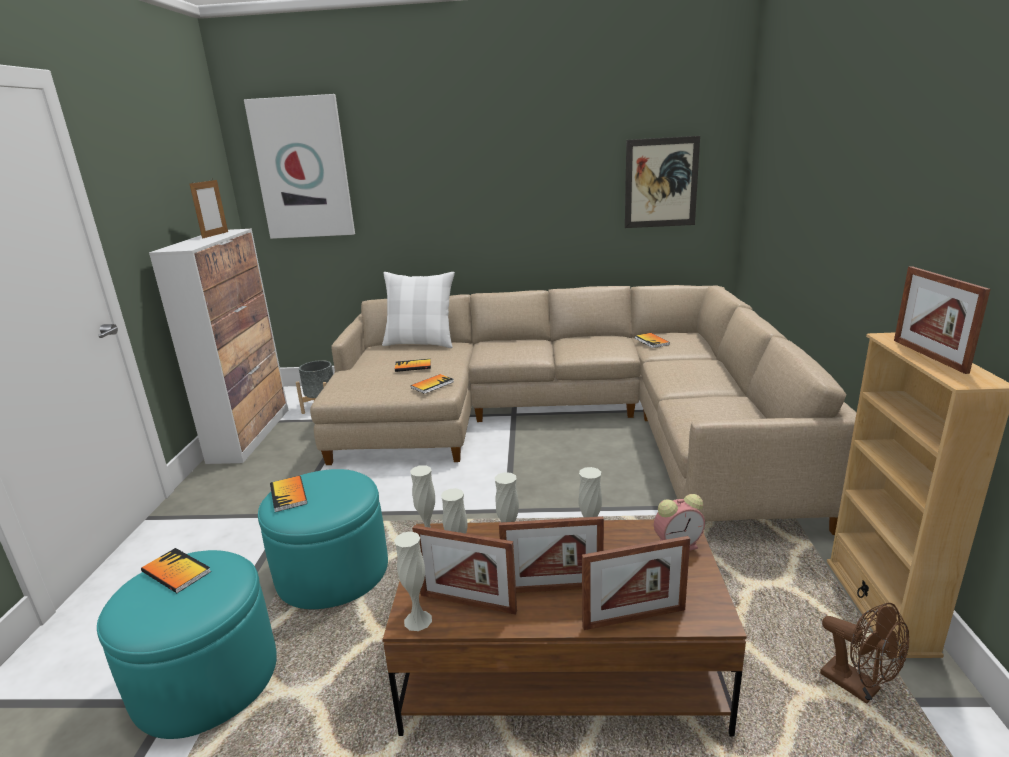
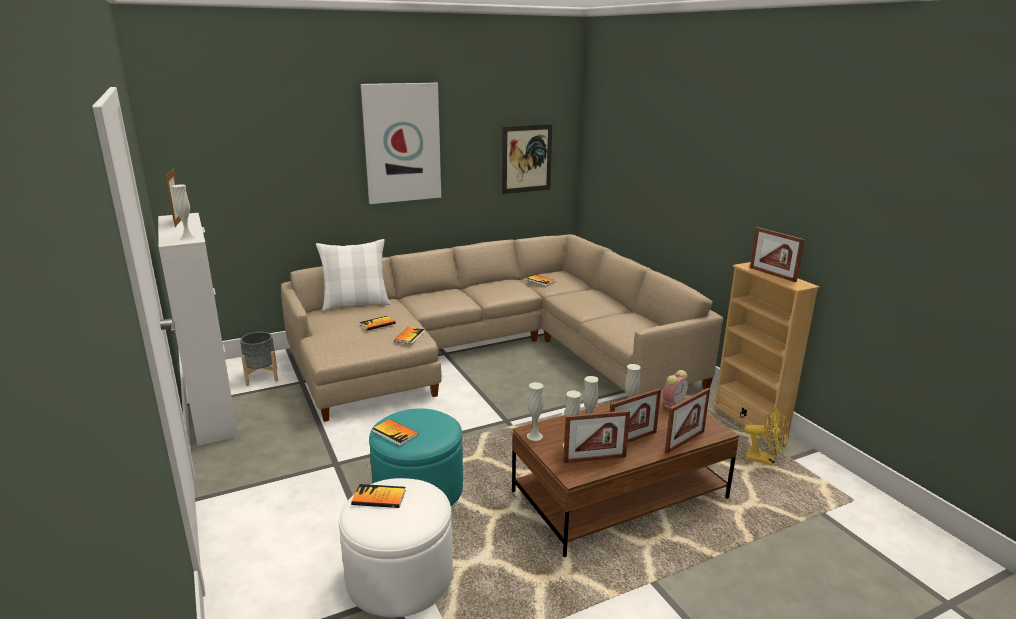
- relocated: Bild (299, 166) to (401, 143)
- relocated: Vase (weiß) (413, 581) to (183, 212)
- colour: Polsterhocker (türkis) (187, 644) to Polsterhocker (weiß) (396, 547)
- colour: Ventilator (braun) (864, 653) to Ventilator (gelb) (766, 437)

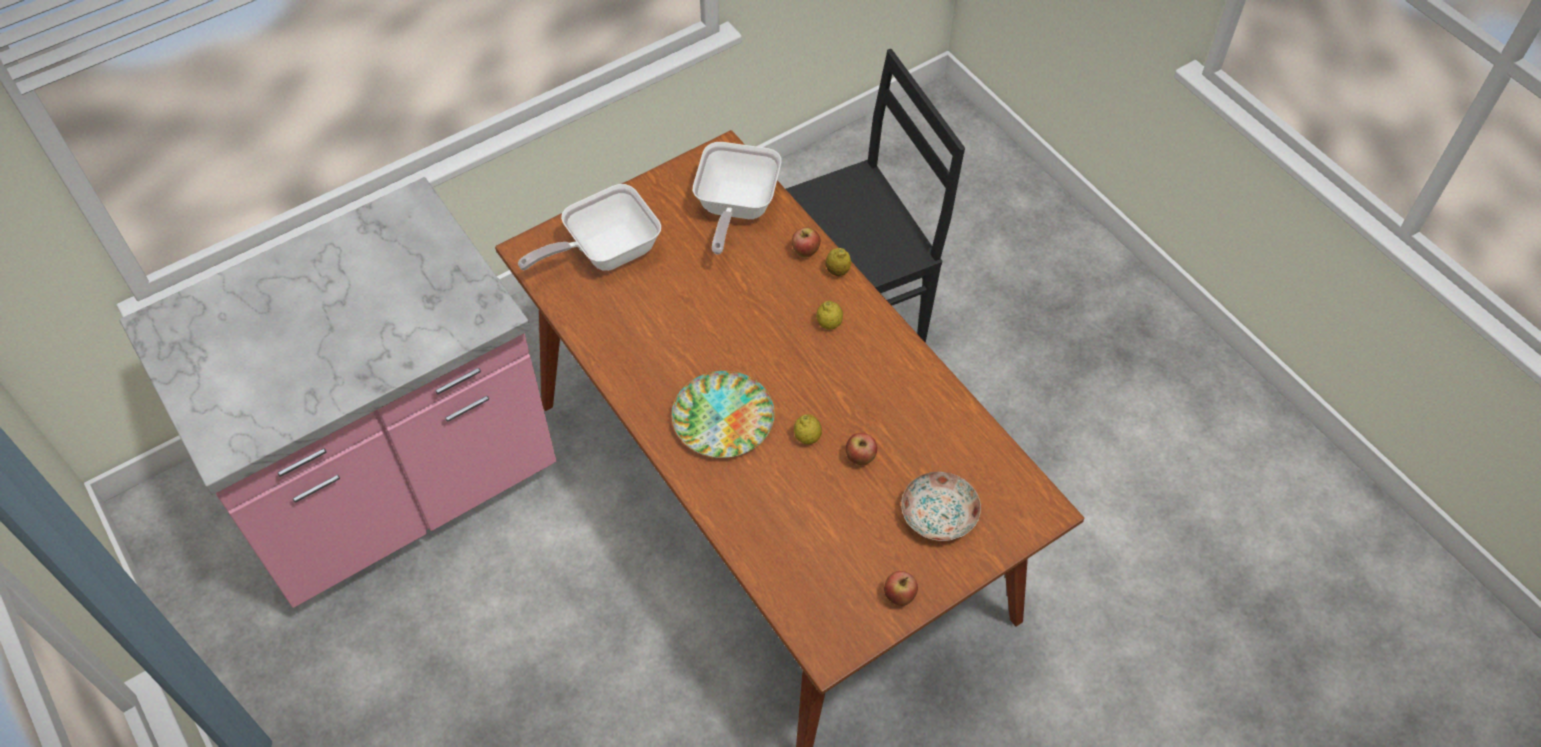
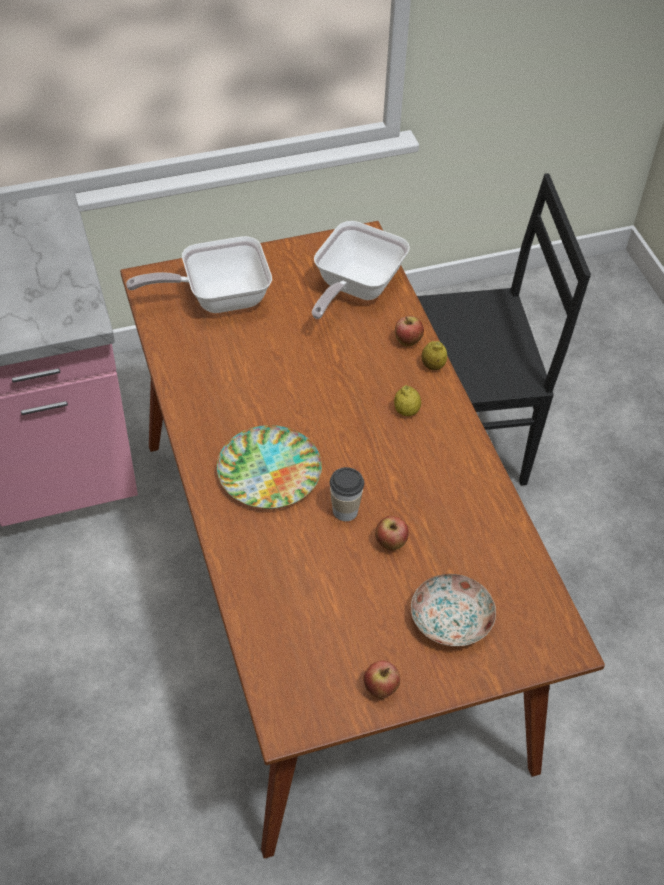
- exchanged: Zitrone (808, 429) to Tasse (347, 494)

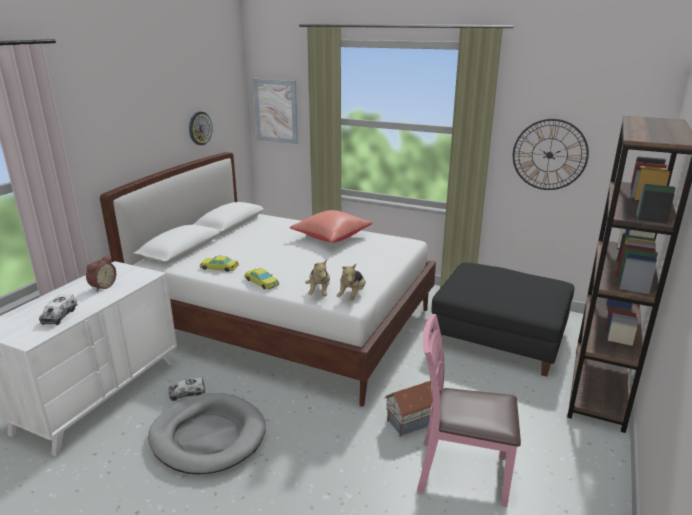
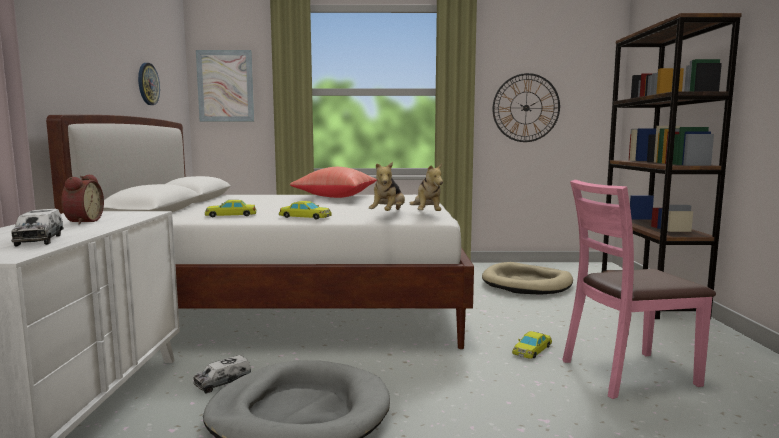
- exchanged: Spielzeughaus (409, 409) to Spielzeugauto (gelb) (532, 345)
- exchanged: Polsterhocker (schwarz) (503, 320) to Hundebett (beige) (527, 278)
- spun: Plüschtier (317, 277) = (387, 186) 45 degrees clockwise

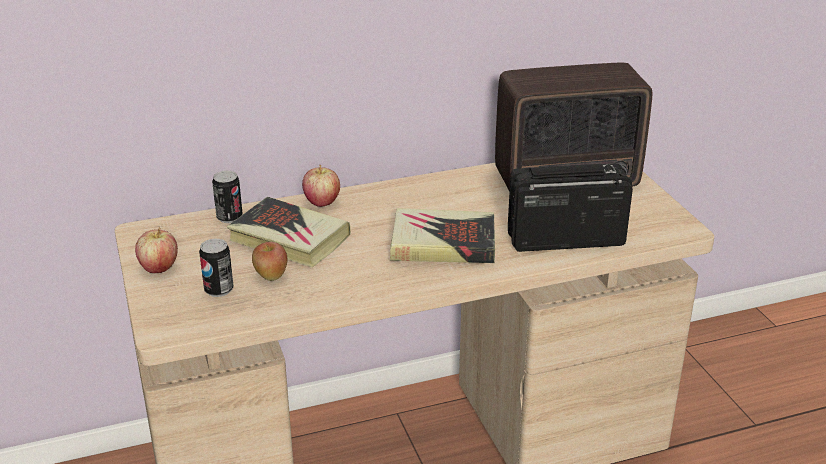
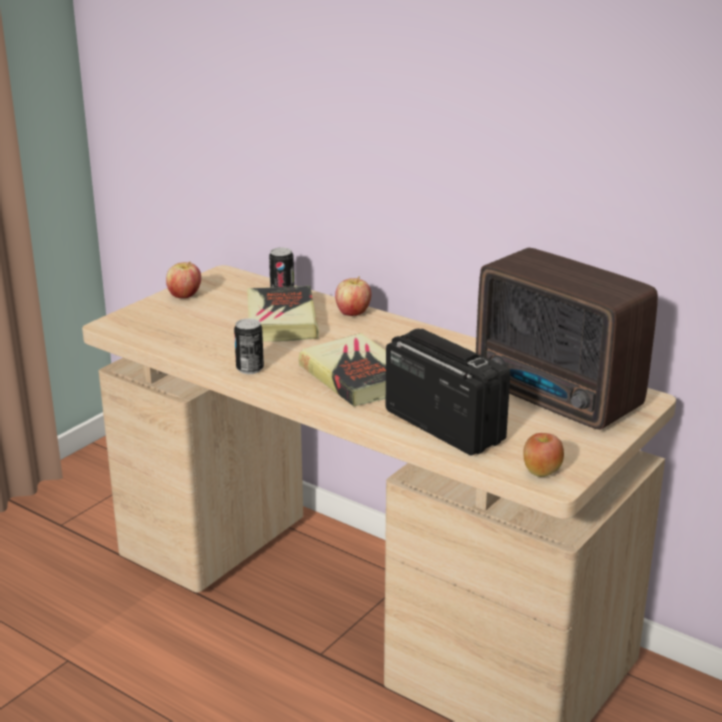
- relocated: Dose (216, 268) to (249, 346)
- relocated: Apfel (270, 261) to (543, 455)

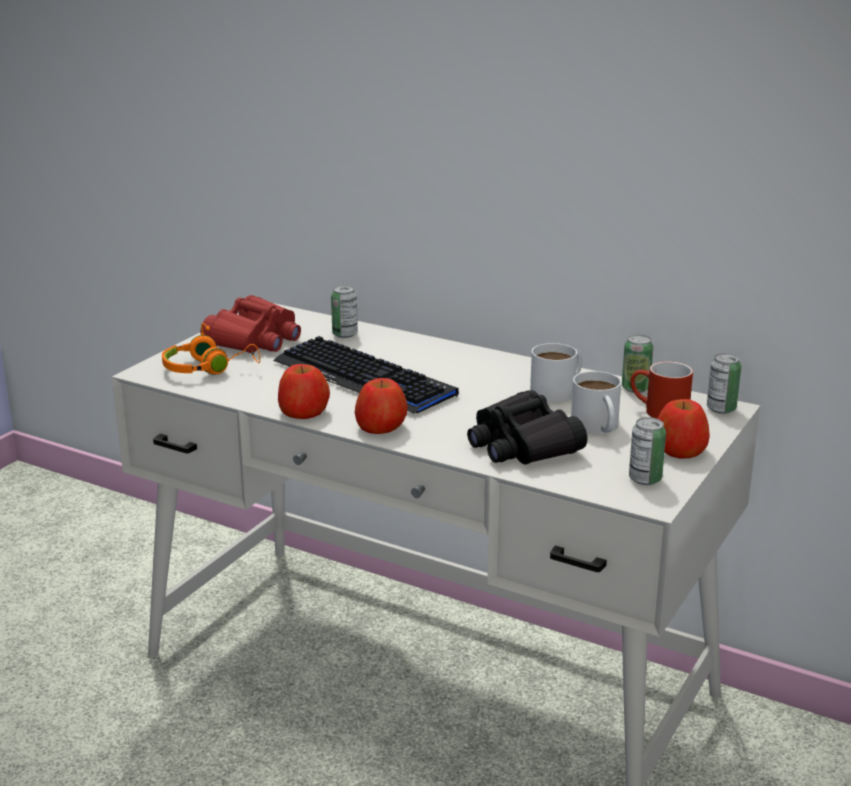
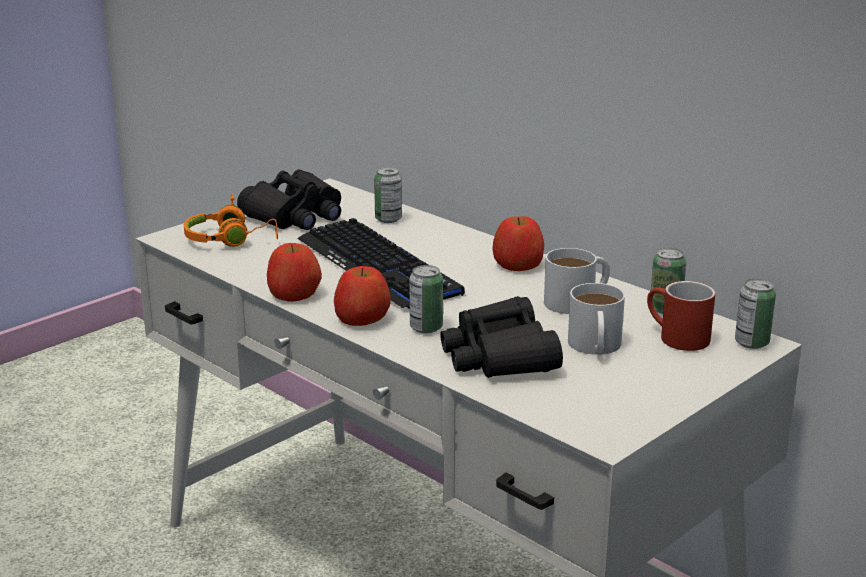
- relocated: Dose (647, 451) to (426, 299)
- relocated: Apfel (683, 429) to (518, 243)
- colour: Fernglas (rot) (250, 324) to Fernglas (schwarz) (289, 200)

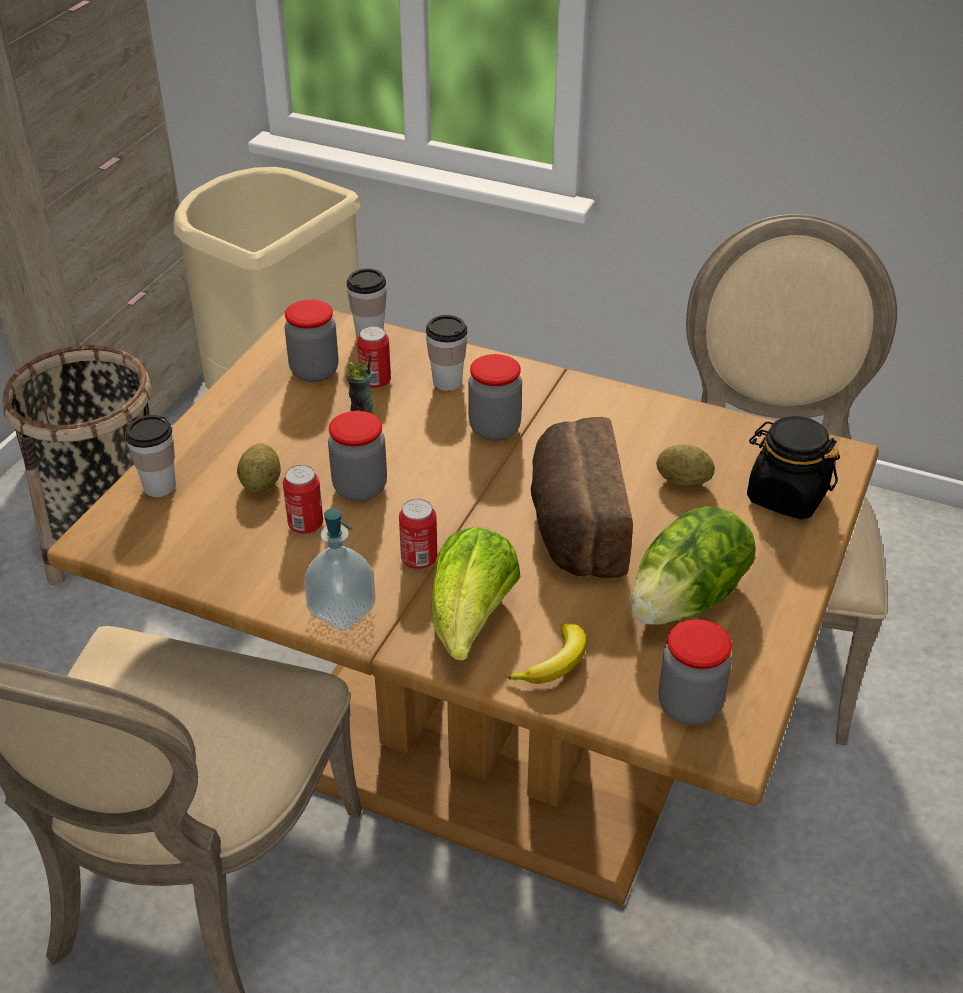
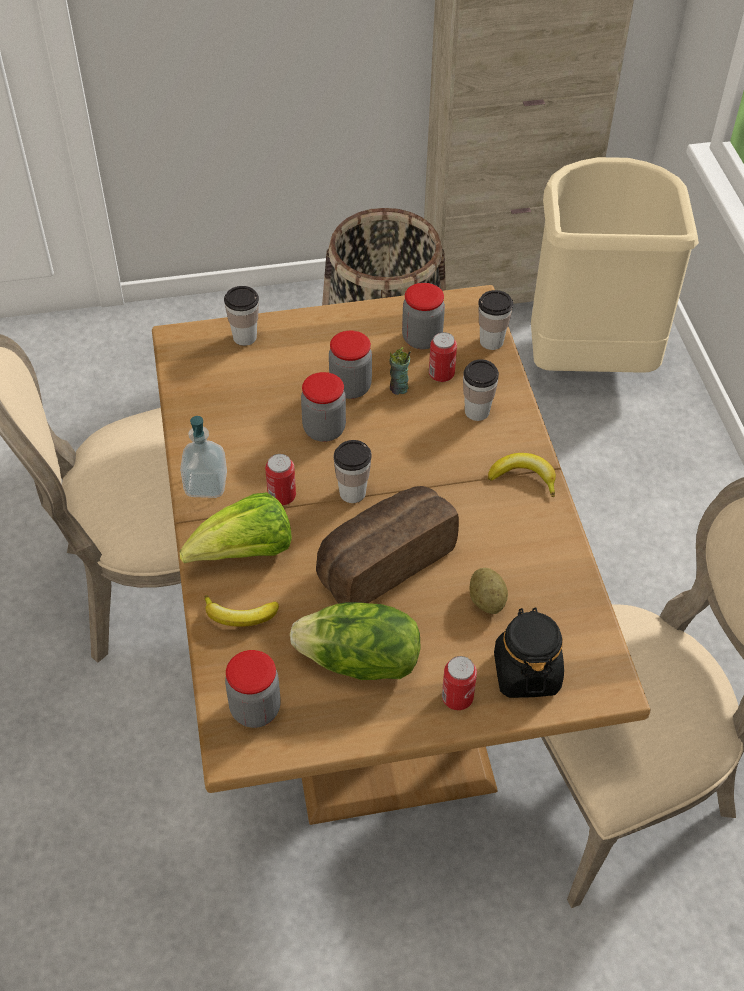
- missing: Kartoffel (259, 468)
- appeared: Tasse (353, 471)
- appeared: Banane (522, 475)
- relocated: Dose (303, 499) to (459, 683)
- relocated: Vorratsglas (495, 397) to (350, 365)

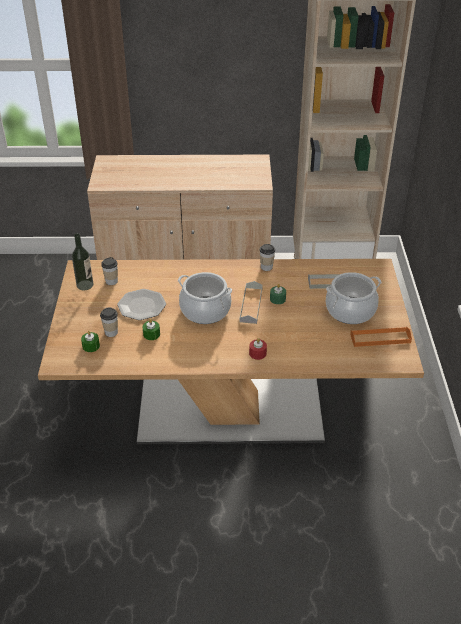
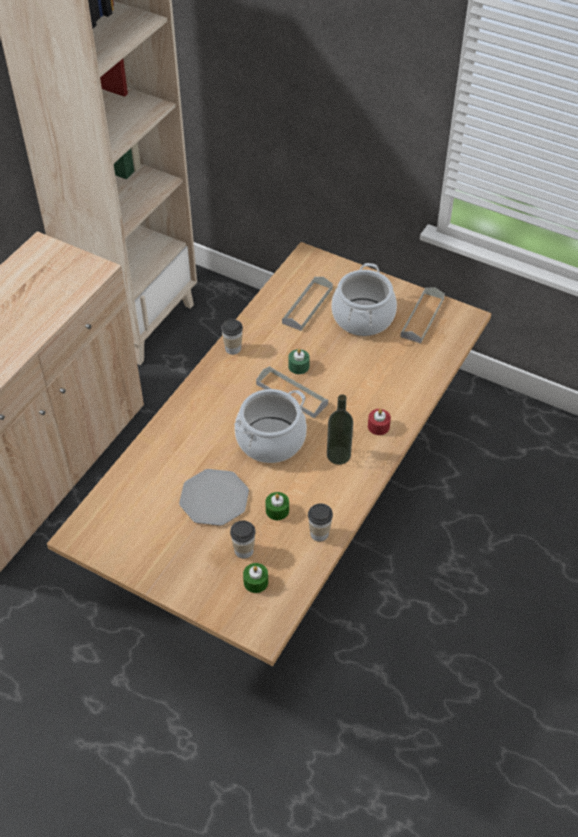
- relocated: Flasche (82, 261) to (340, 430)
- relocated: Tasse (109, 271) to (320, 522)
- colour: Tablett (orange) (381, 337) to Tablett (grau) (422, 315)

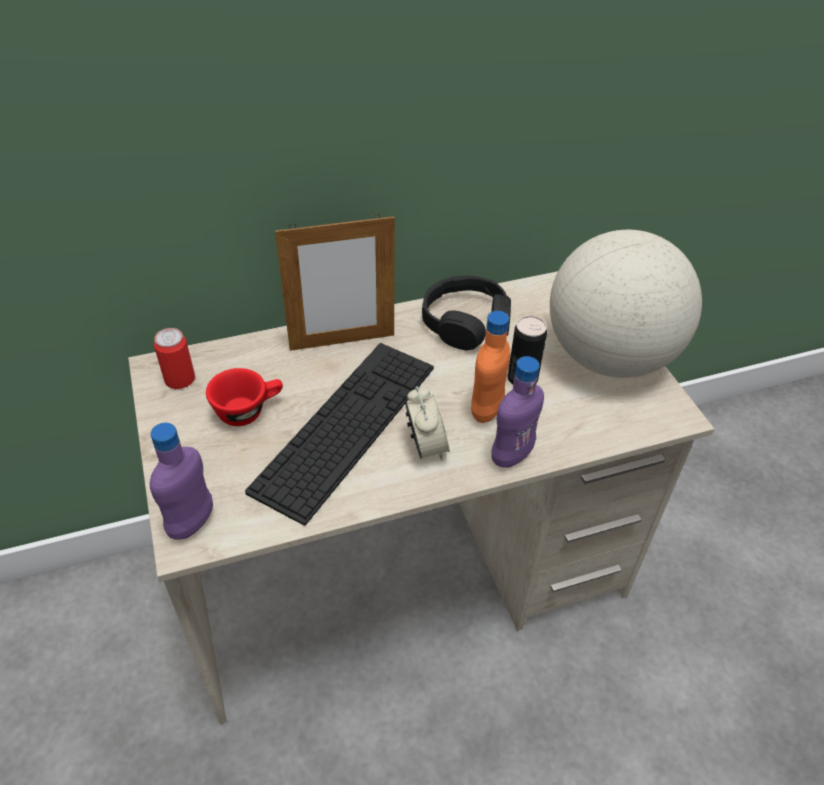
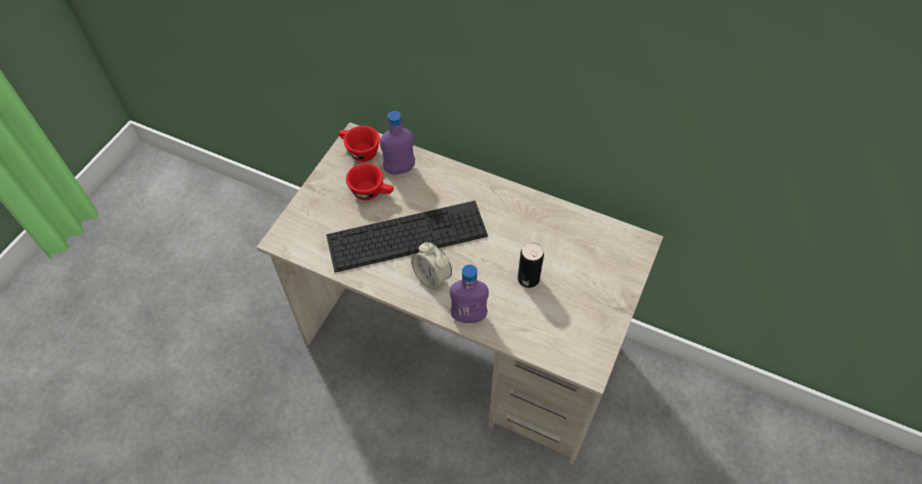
- missing: Bilderrahmen (335, 282)
- missing: Kopfhörer (schwarz) (466, 312)
- missing: Flasche (orange) (490, 367)
- missing: Globus (626, 304)
- relocated: Flasche (lila) (181, 481) to (397, 142)
- exchanged: Dose (174, 358) to Tasse (rot) (359, 144)
- spun: Wecker (427, 423) = (431, 266) 105 degrees clockwise

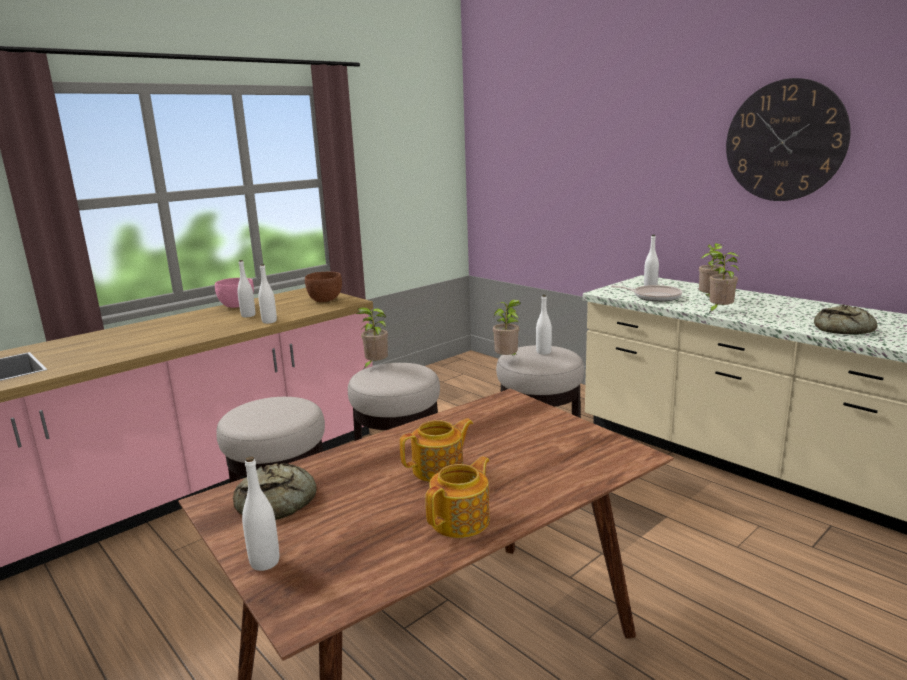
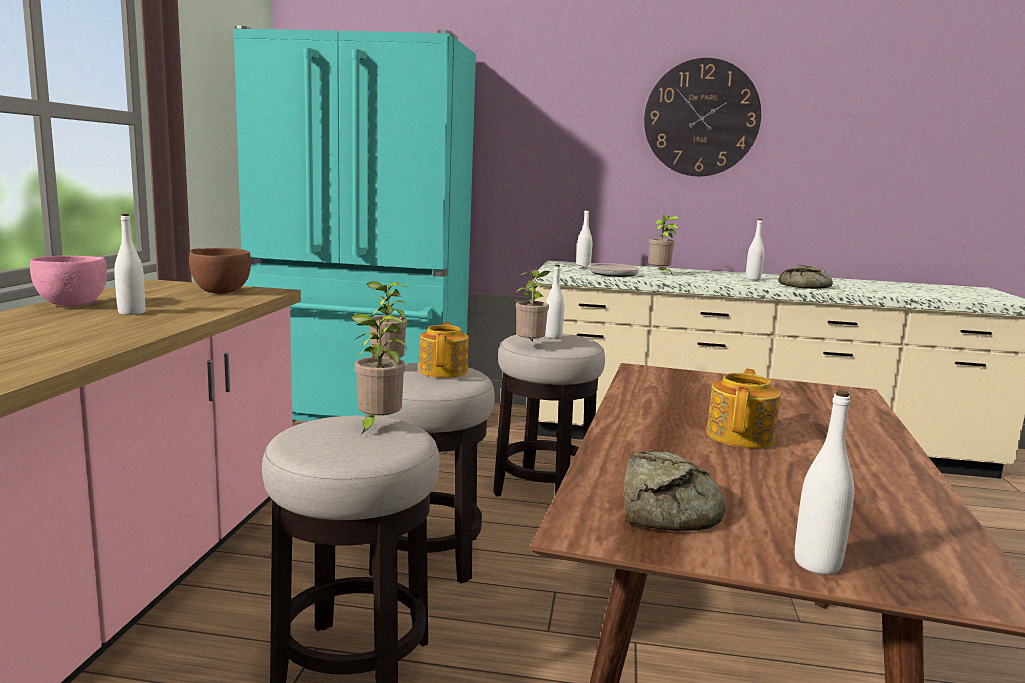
- appeared: Kühlschrank (türkis) (354, 223)
- relocated: Flasche (weiß) (267, 294) to (755, 249)
- relocated: Teekanne (457, 497) to (444, 350)
- relocated: Topfpflanze (723, 282) to (378, 374)

